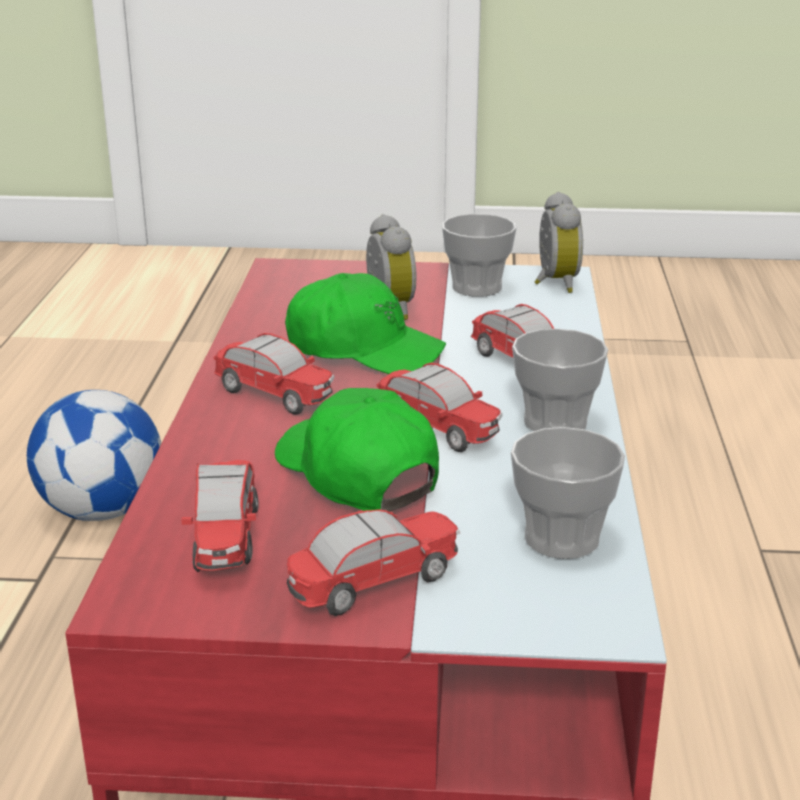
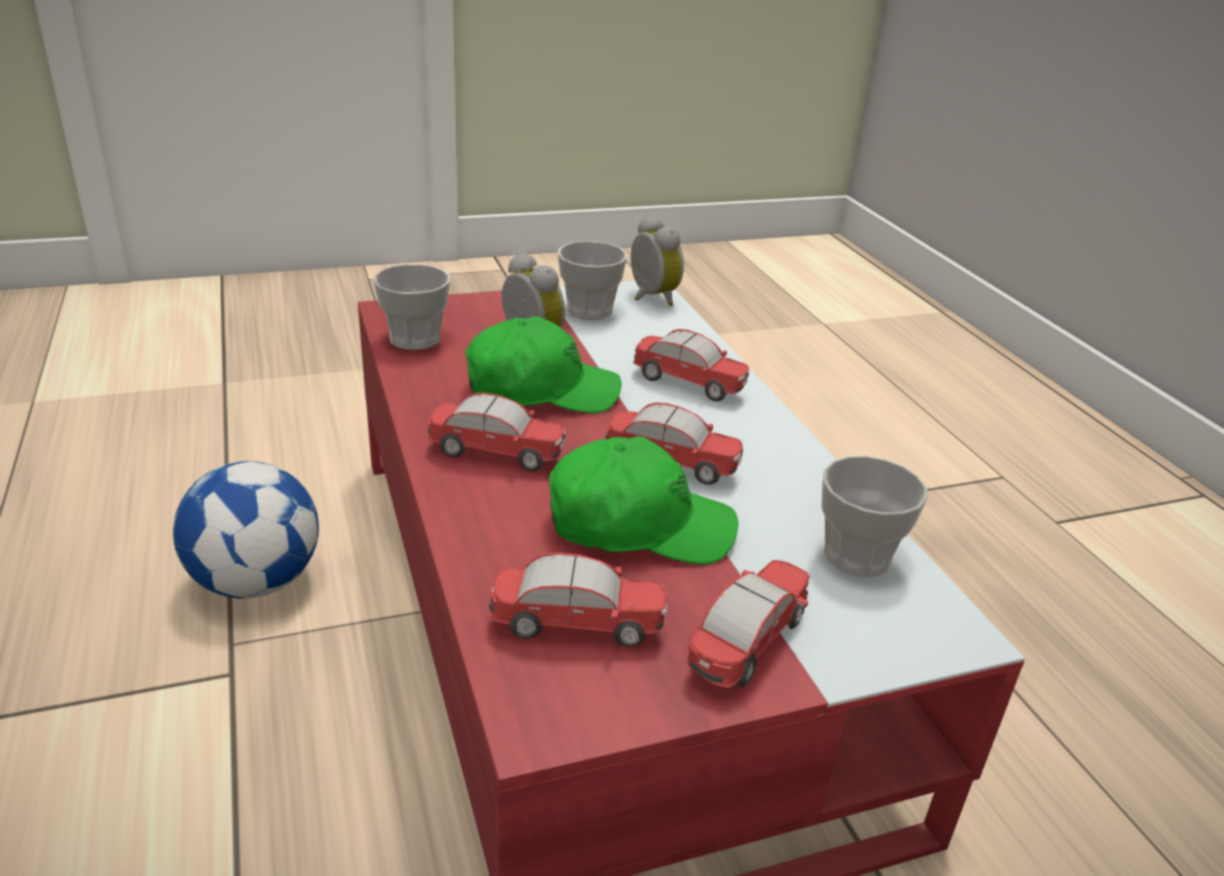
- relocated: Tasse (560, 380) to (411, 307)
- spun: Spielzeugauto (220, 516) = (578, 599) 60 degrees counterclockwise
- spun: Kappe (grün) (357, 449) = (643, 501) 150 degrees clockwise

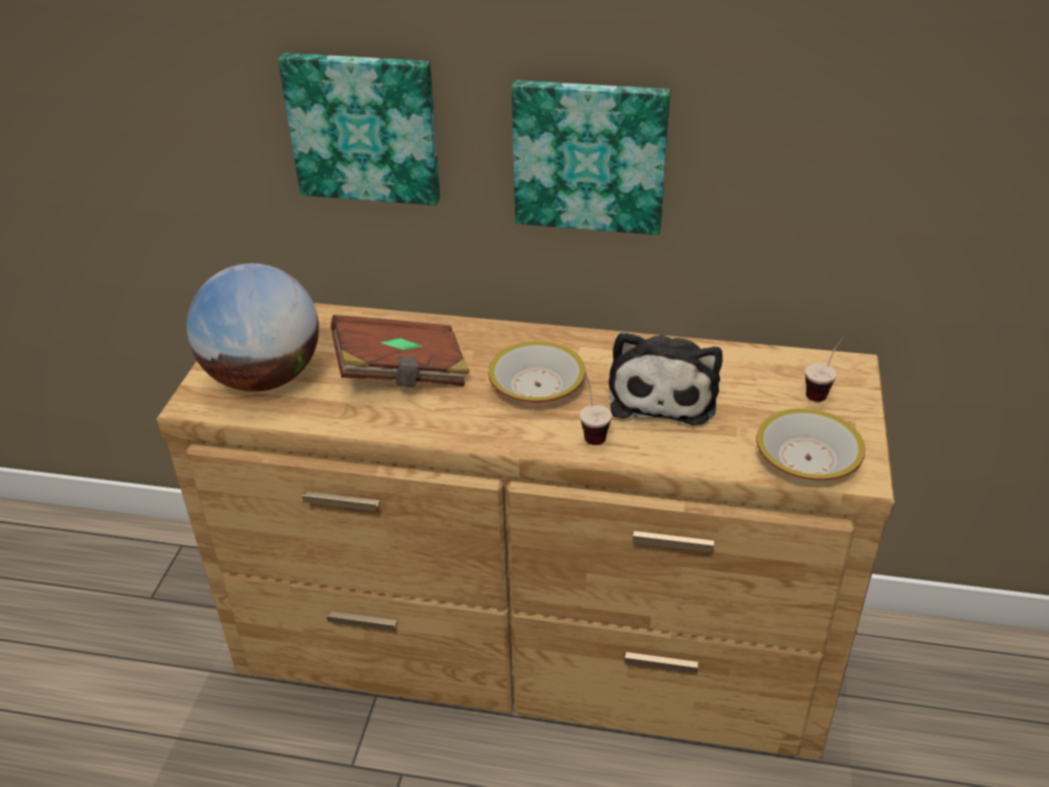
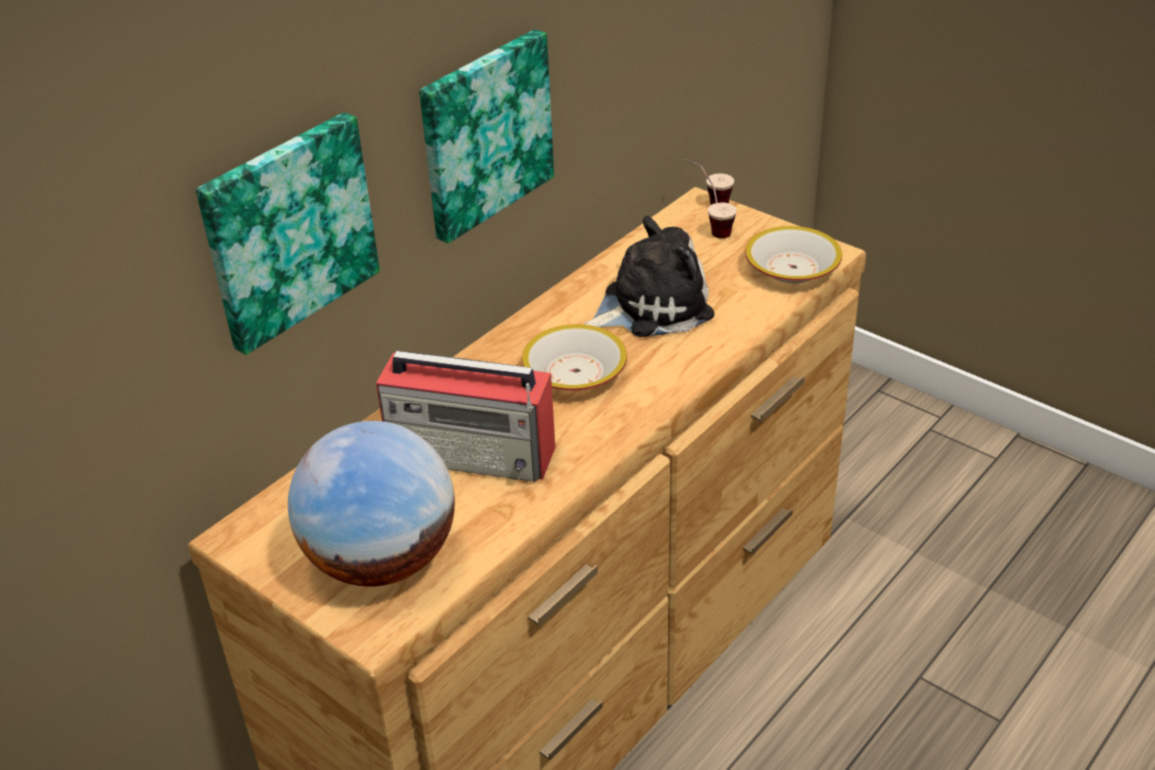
- relocated: Tasse (596, 408) to (709, 182)
- exchanged: Buch (braun) (400, 351) to Radio (465, 416)
- spun: Plüschtier (666, 379) = (648, 276) 60 degrees counterclockwise

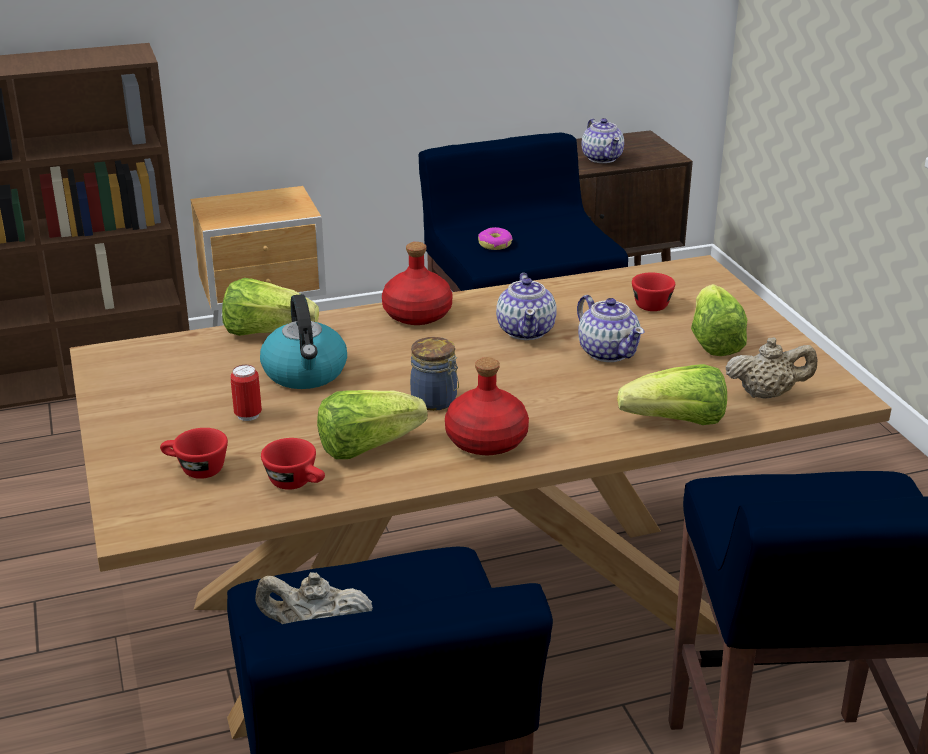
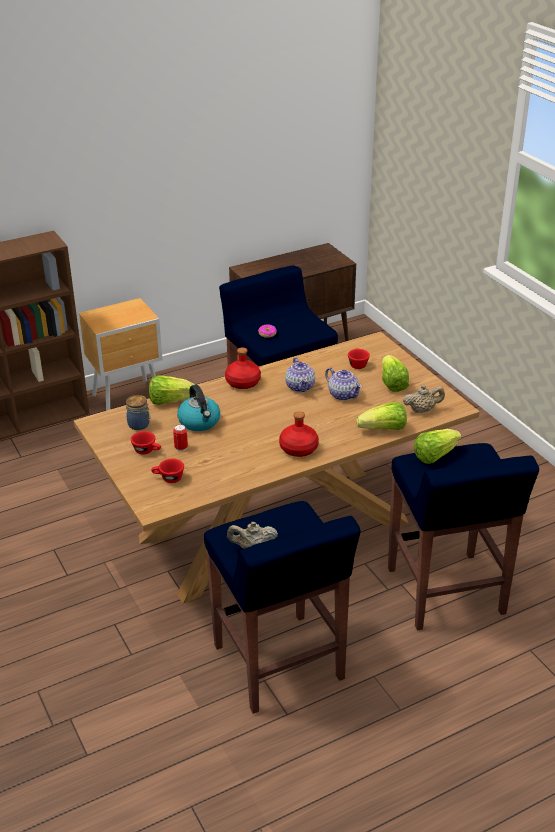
- missing: Teekanne (603, 140)
- relocated: Tasse (rot) (293, 464) to (146, 443)
- relocated: Salatkopf (372, 424) to (438, 446)
- relocated: Vorratsglas (434, 374) to (138, 412)

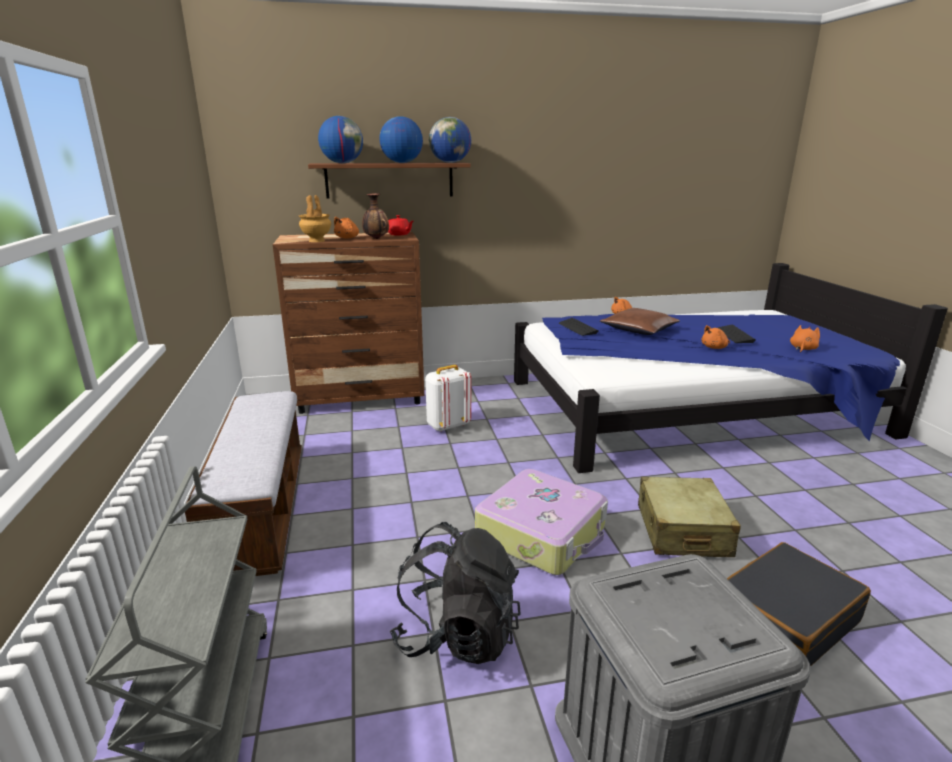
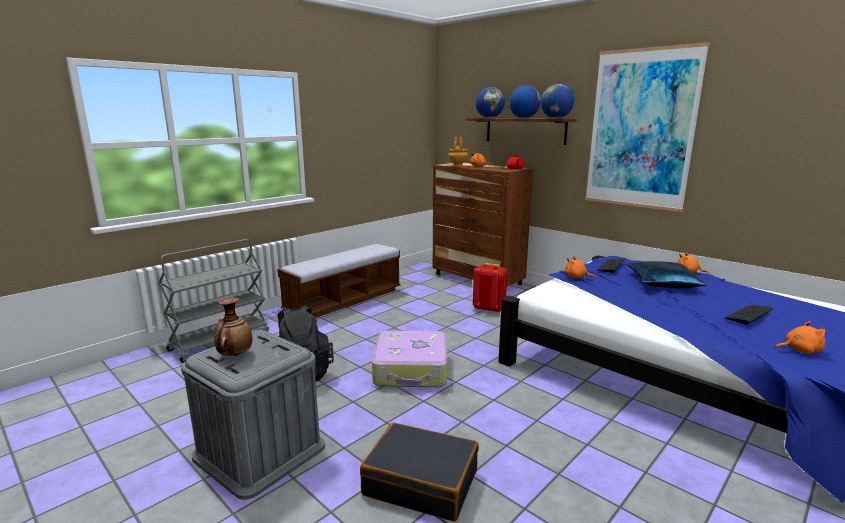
- missing: Koffer (beige) (689, 517)
- appeared: Bild (647, 127)
- relocated: Vase (375, 216) to (233, 326)
- relocated: Plüschtier (orange) (716, 337) to (580, 267)
- colour: Rucksack (weiß) (448, 398) to Rucksack (rot) (490, 288)
- colour: Kissen (braun) (640, 321) to Kissen (blau) (667, 274)

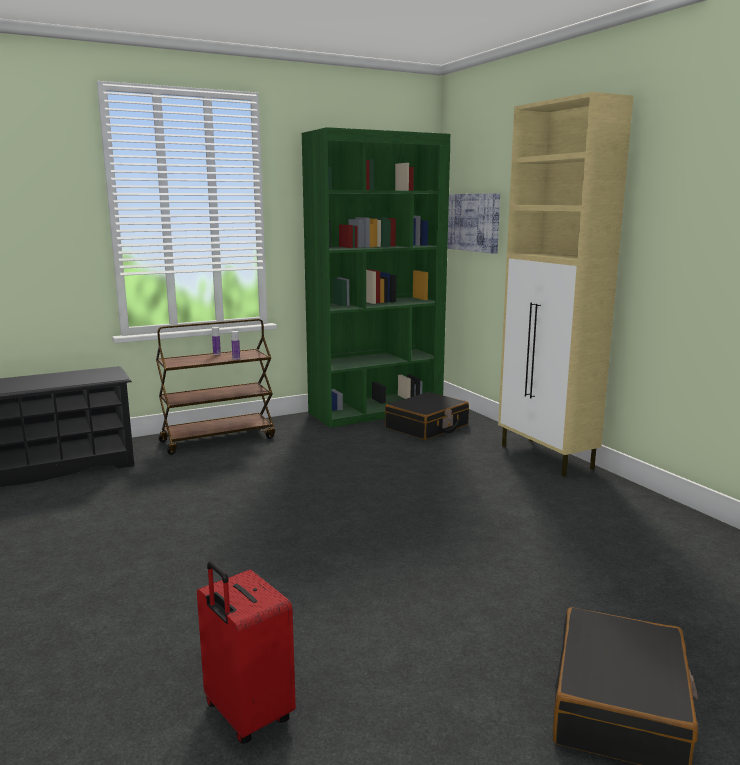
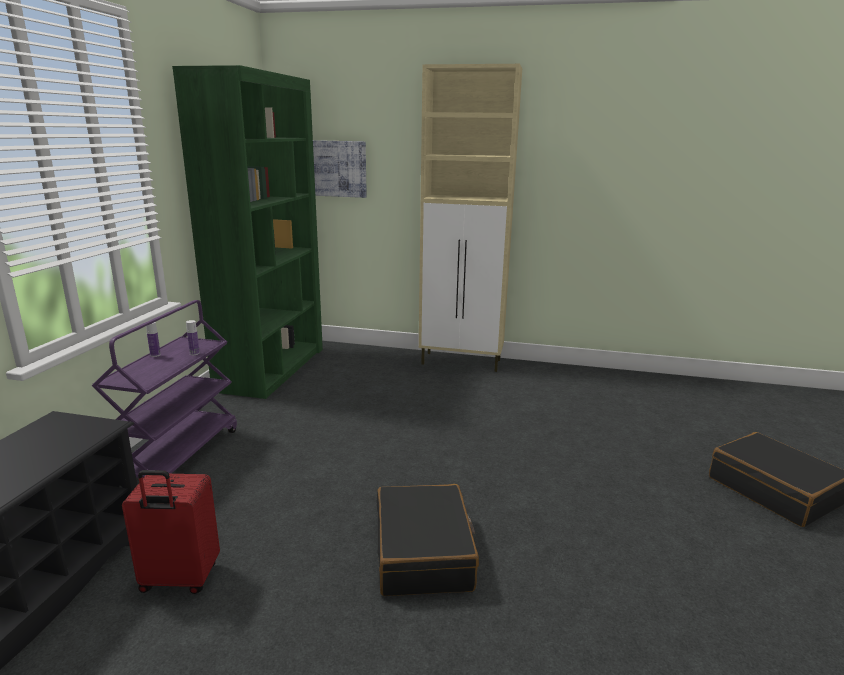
- relocated: Koffer (rot) (246, 652) to (171, 532)
- relocated: Koffer (schwarz) (427, 416) to (428, 540)
- colour: Rollwagen (braun) (215, 387) to Rollwagen (lila) (164, 389)

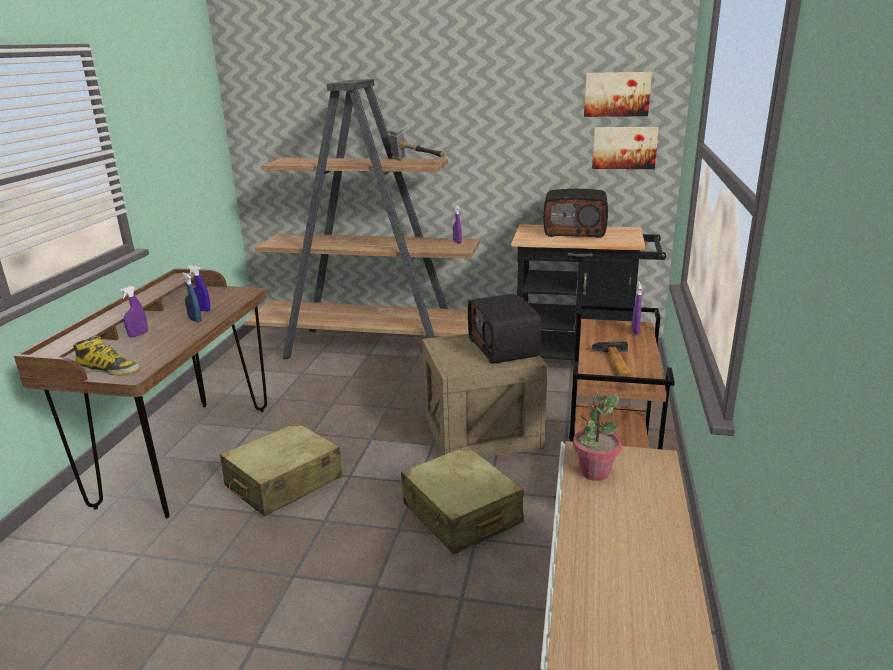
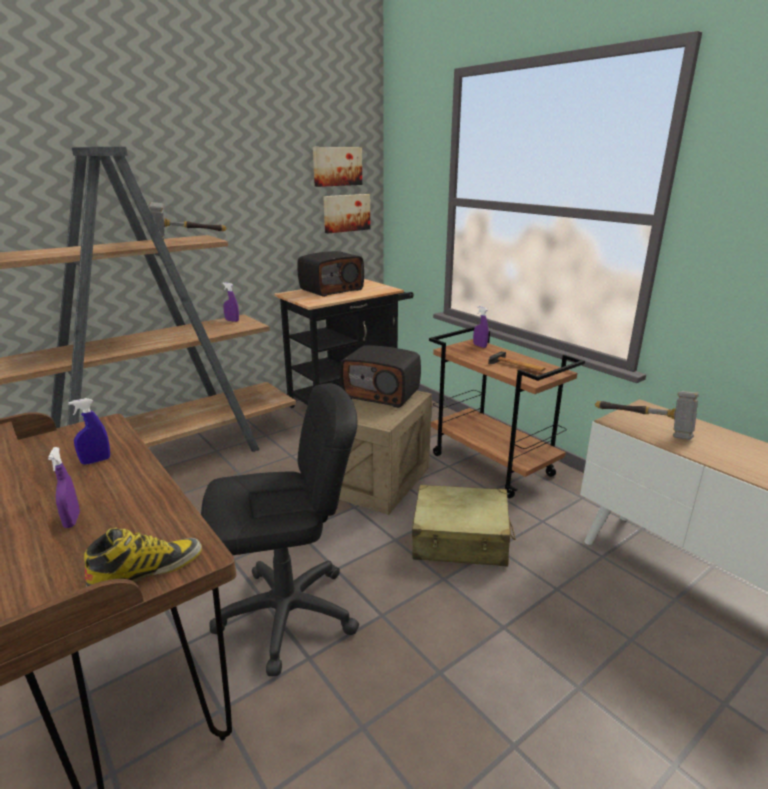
- missing: Sprühflasche (blau) (191, 297)
- exchanged: Koffer (beige) (281, 469) to Bürostuhl (schwarz) (280, 529)
- exchanged: Topfpflanze (597, 436) to Hammer (647, 415)

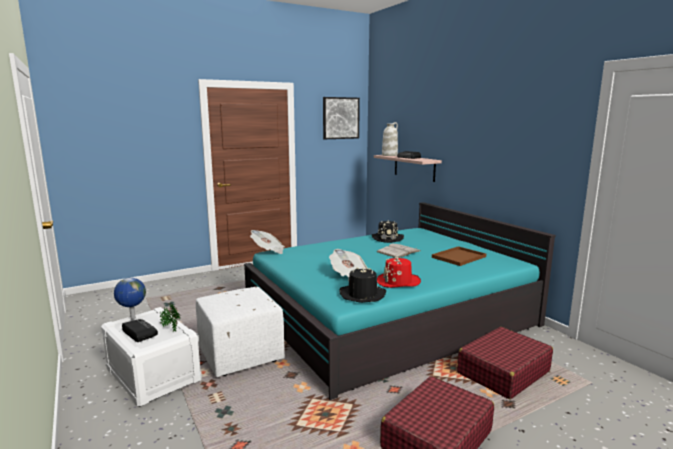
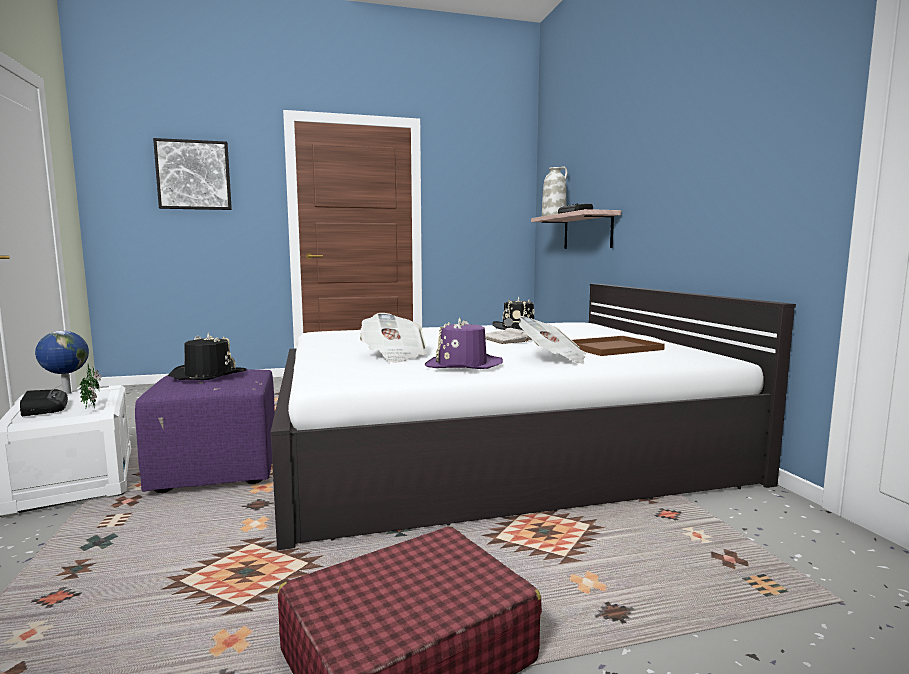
- missing: Koffer (rot) (505, 363)
- relocated: Zeitung (268, 242) to (552, 340)
- relocated: Bild (341, 118) to (192, 174)
- relocated: Hut (schwarz) (362, 285) to (207, 356)
- colour: Polsterhocker (weiß) (240, 332) to Polsterhocker (lila) (205, 431)
- colour: Bett (türkis) (400, 301) to Bett (weiß) (533, 417)
- colour: Hut (rot) (399, 272) to Hut (lila) (464, 343)

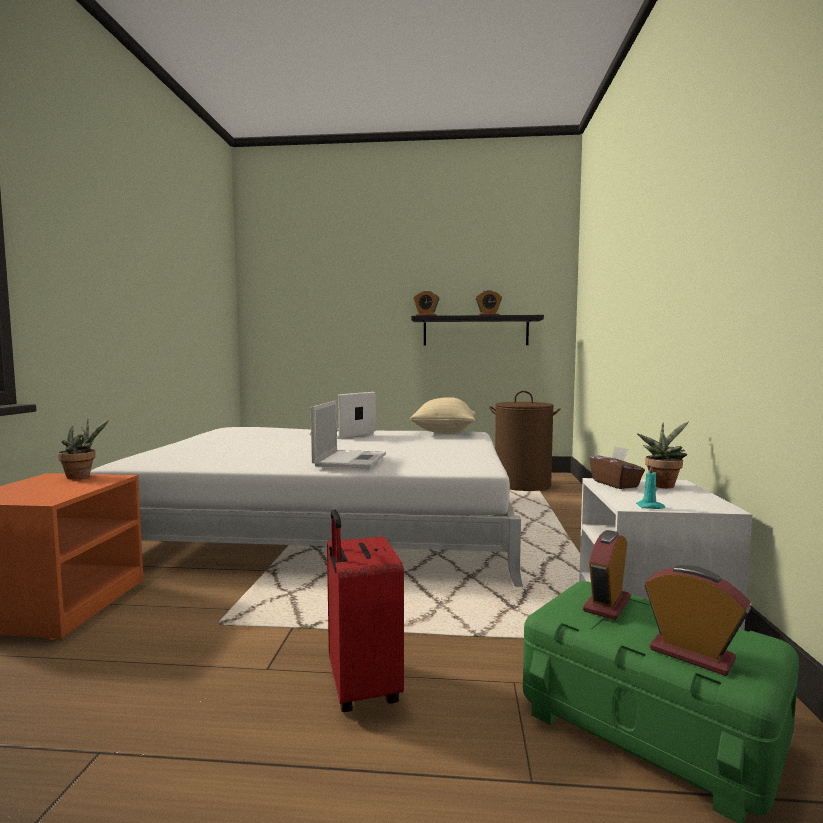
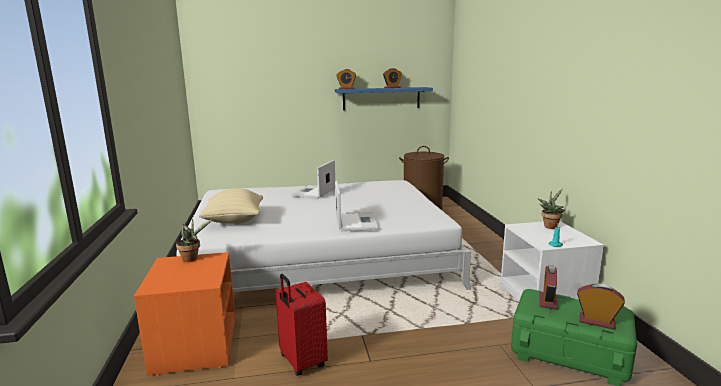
- missing: Taschentuchbox (braun) (617, 467)
- relocated: Koffer (rot) (365, 610) to (301, 325)
- relocated: Kissen (beige) (442, 415) to (231, 206)
- colour: Wandregal (schwarz) (477, 330) to Wandregal (blau) (384, 98)

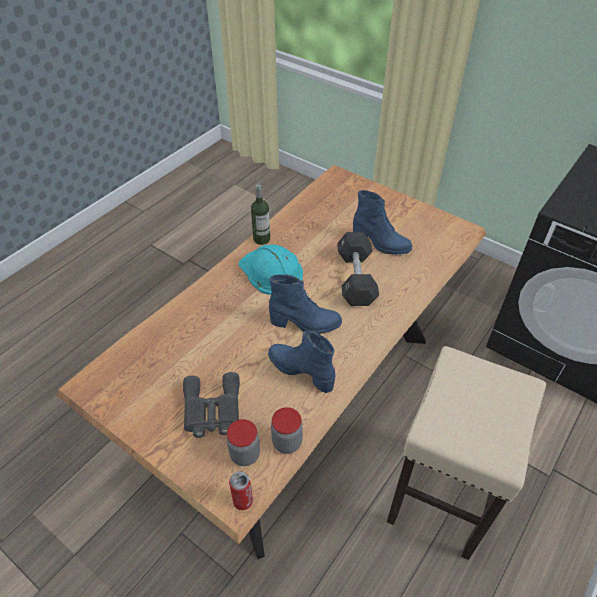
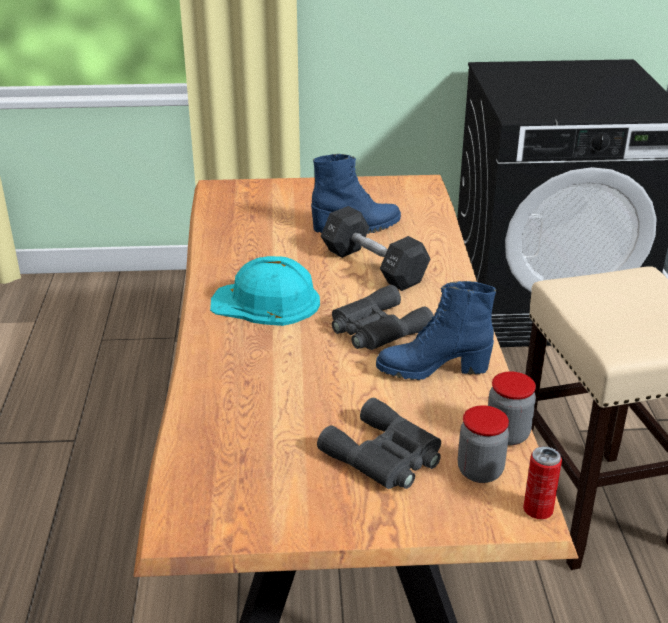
- missing: Flasche (260, 214)
- exchanged: Stiefel (blau) (305, 304) to Fernglas (grau) (383, 317)

